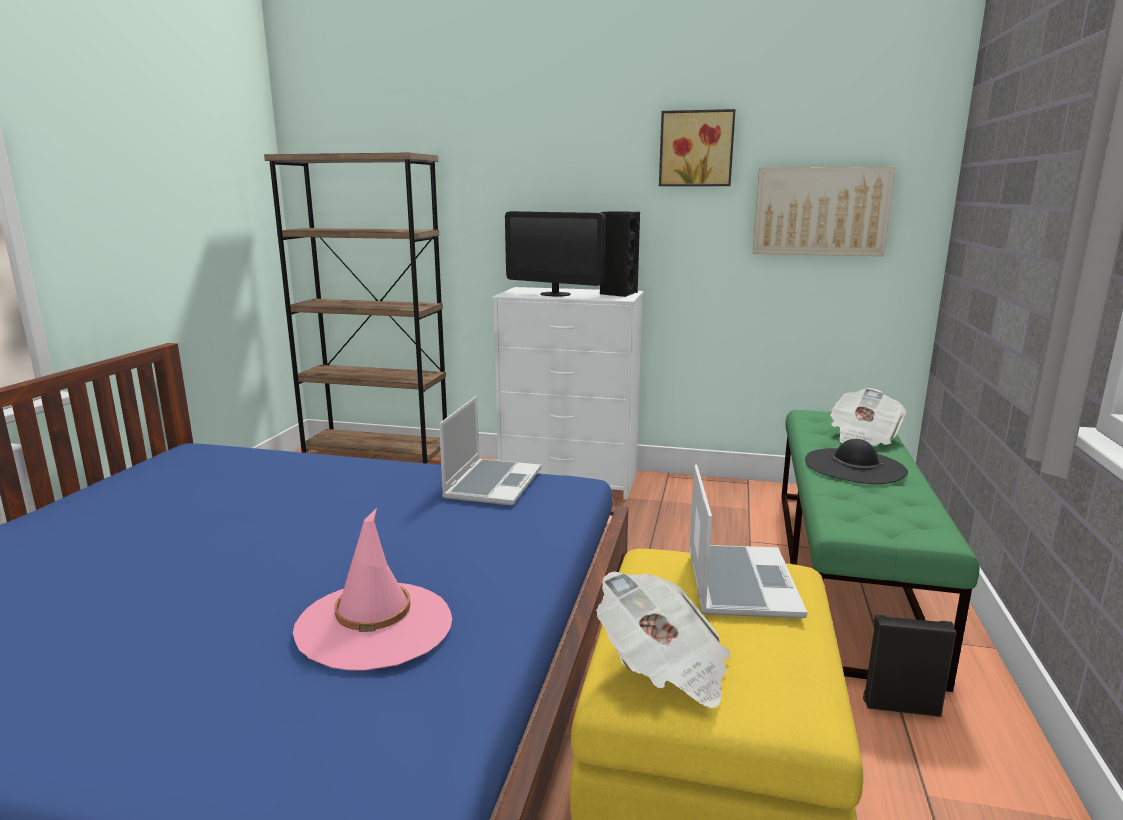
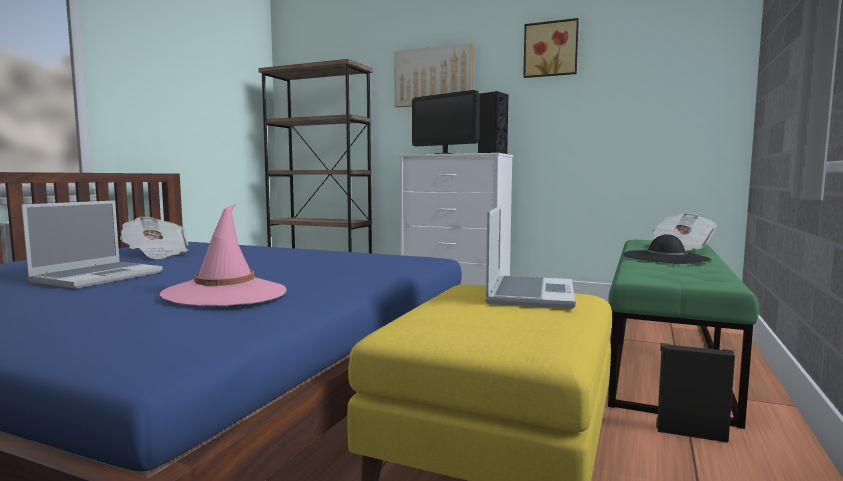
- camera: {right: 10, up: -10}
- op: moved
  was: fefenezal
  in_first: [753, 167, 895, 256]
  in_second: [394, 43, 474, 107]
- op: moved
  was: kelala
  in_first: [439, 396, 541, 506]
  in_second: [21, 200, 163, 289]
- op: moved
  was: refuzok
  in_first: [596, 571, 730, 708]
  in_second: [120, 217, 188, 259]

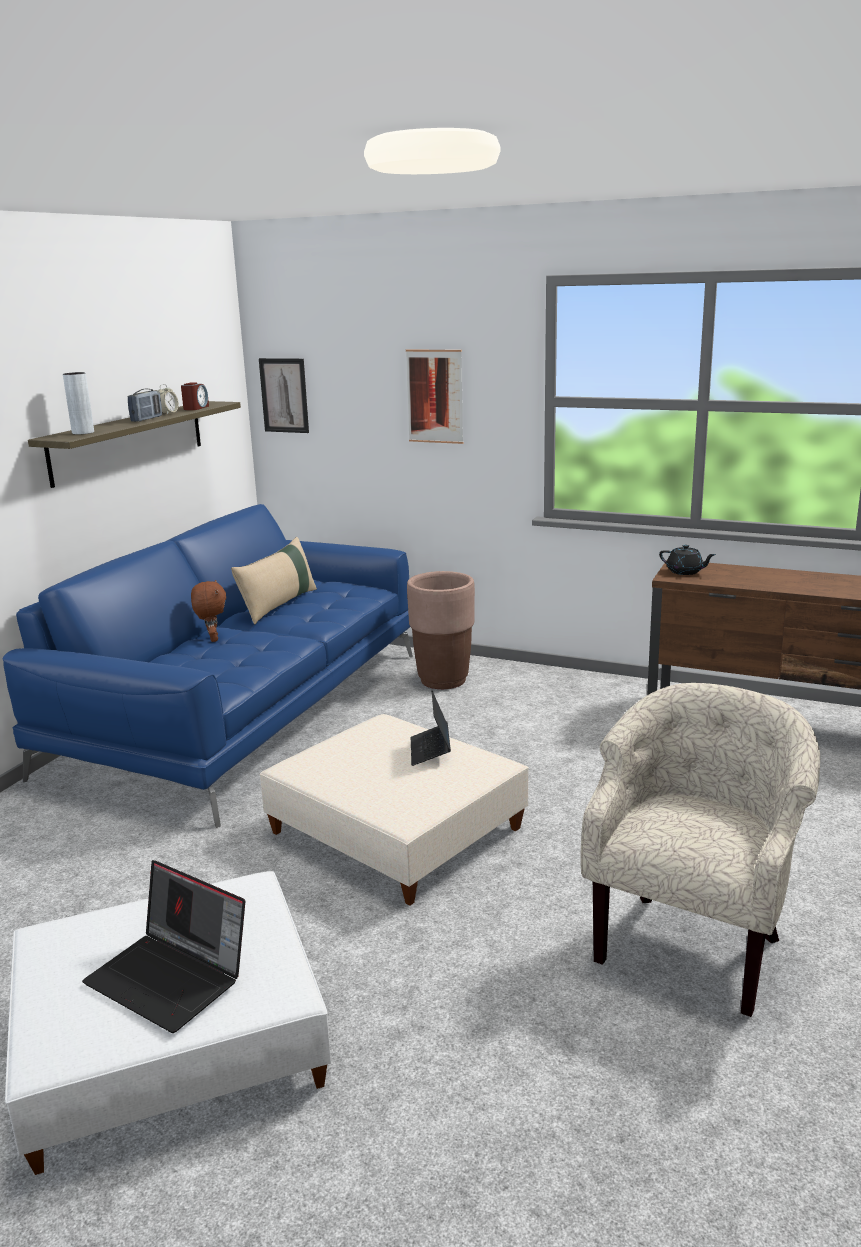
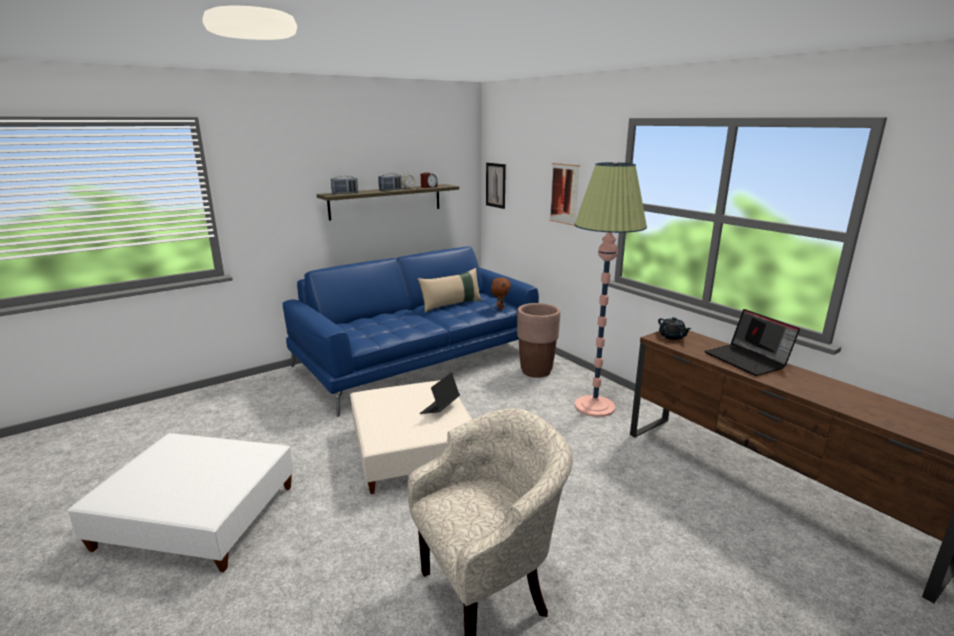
- camera: {right: 30, up: 0}
- op: replaced
  was: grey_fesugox
  now: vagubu
  in_first: [63, 372, 94, 435]
  in_second: [331, 176, 358, 194]
- op: moved
  was: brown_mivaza
  in_first: [191, 580, 226, 642]
  in_second: [491, 277, 511, 310]
- op: moved
  was: kelala
  in_first: [82, 860, 245, 1033]
  in_second: [704, 309, 800, 376]
- op: added
  now: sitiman
  in_second: [574, 162, 647, 417]

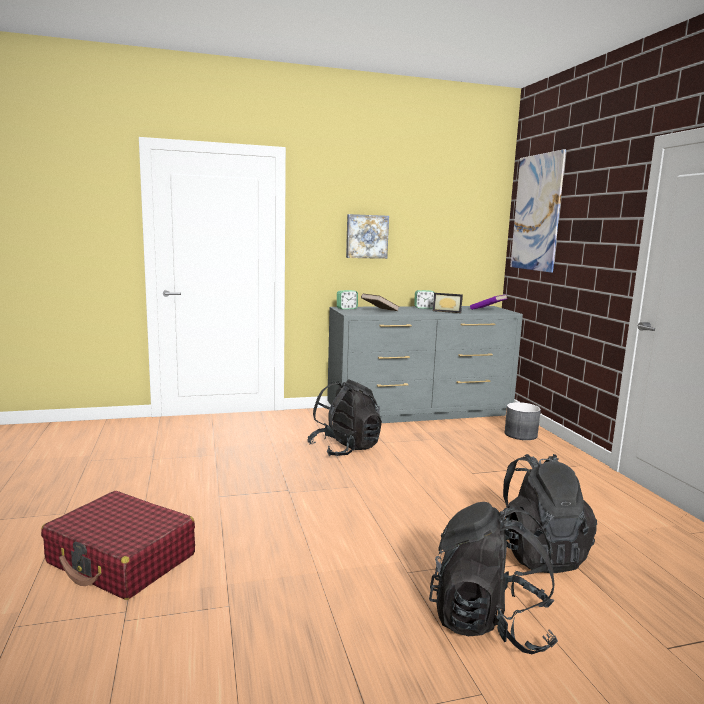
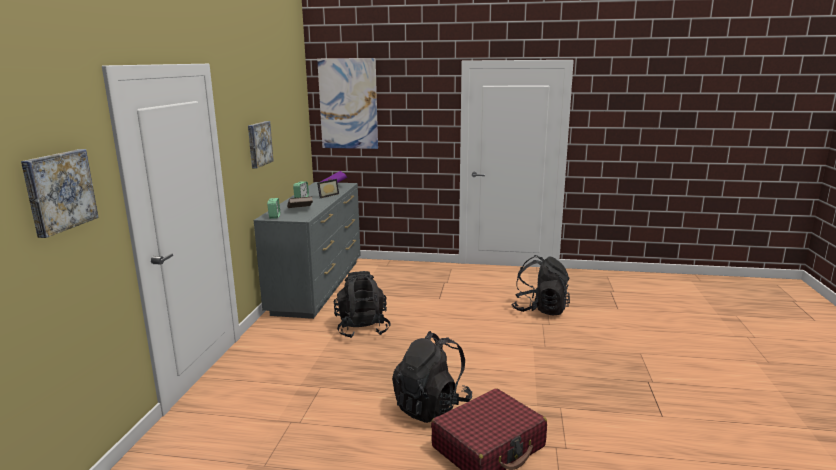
- camera: {right: -65, up: 5}
- op: removed
  was: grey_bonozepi
  in_first: [505, 402, 541, 440]
- op: moved
  was: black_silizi
  in_first: [429, 502, 558, 654]
  in_second: [392, 331, 472, 423]
- op: added
  now: fefenezal
  in_second: [21, 149, 99, 238]

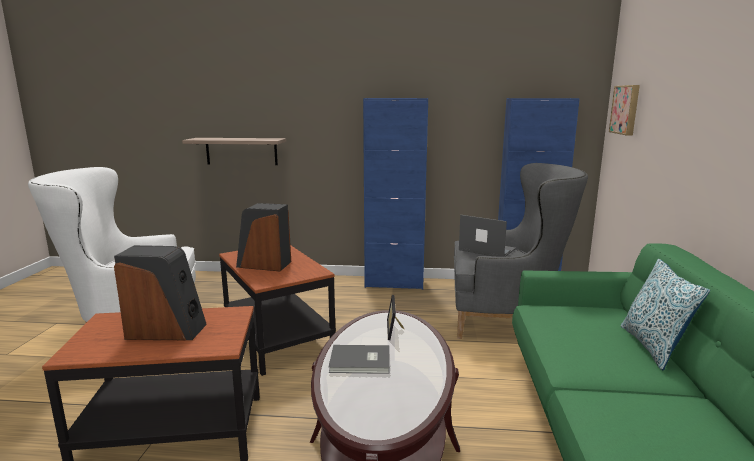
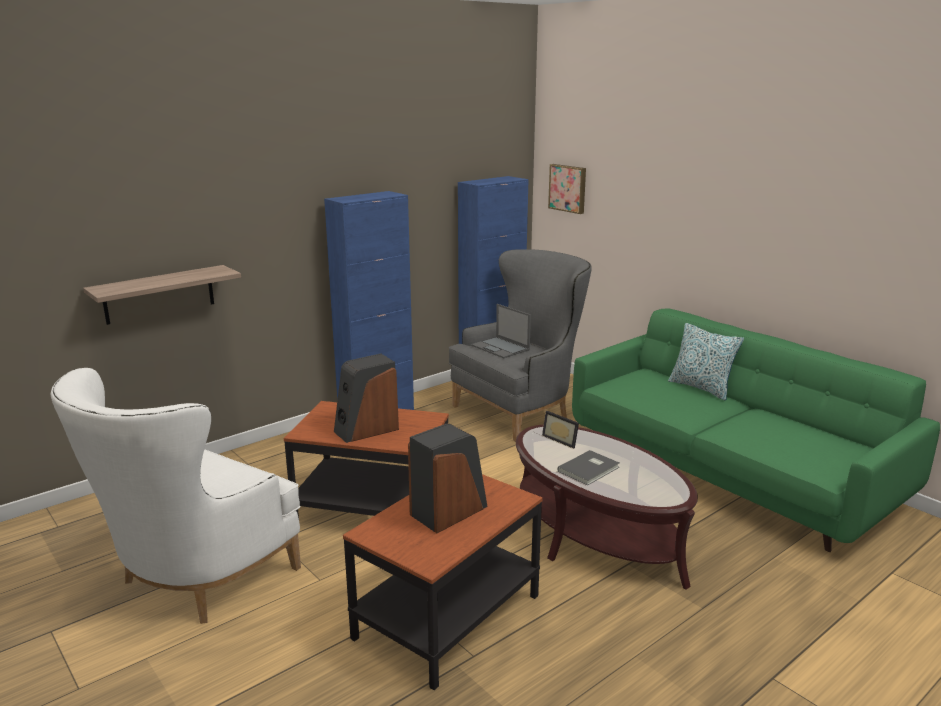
- camera: {right: -45, up: 5}
- op: turned
  was: kelala
  in_first: [459, 215, 516, 257]
  in_second: [471, 304, 531, 358]
  clockwise: -120

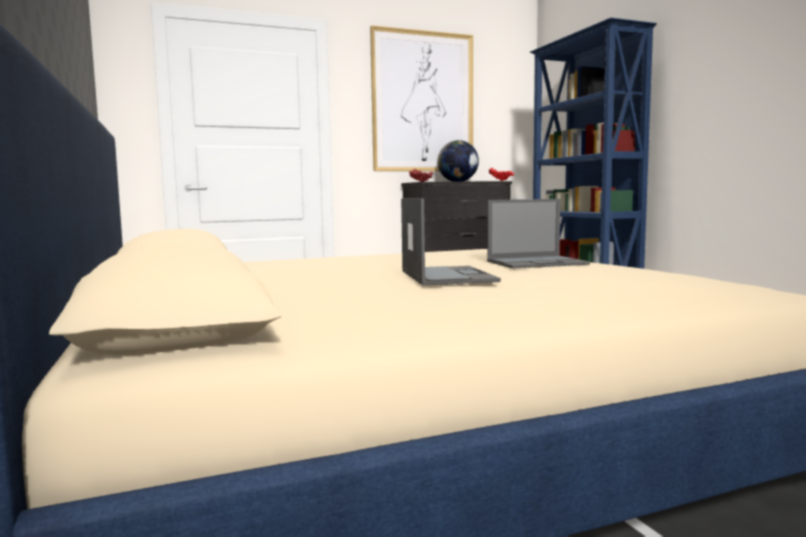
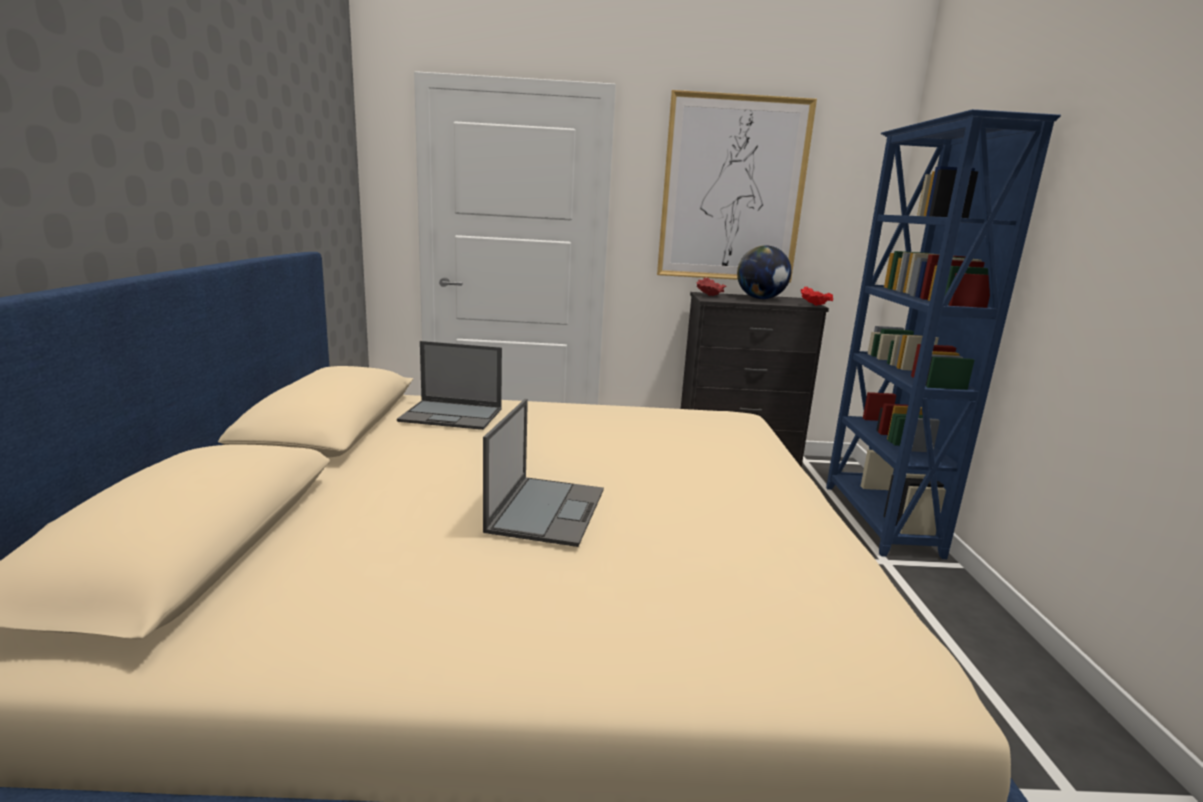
- camera: {right: 20, up: 10}
- op: moved
  was: kelala
  in_first: [487, 199, 590, 269]
  in_second: [397, 341, 502, 430]

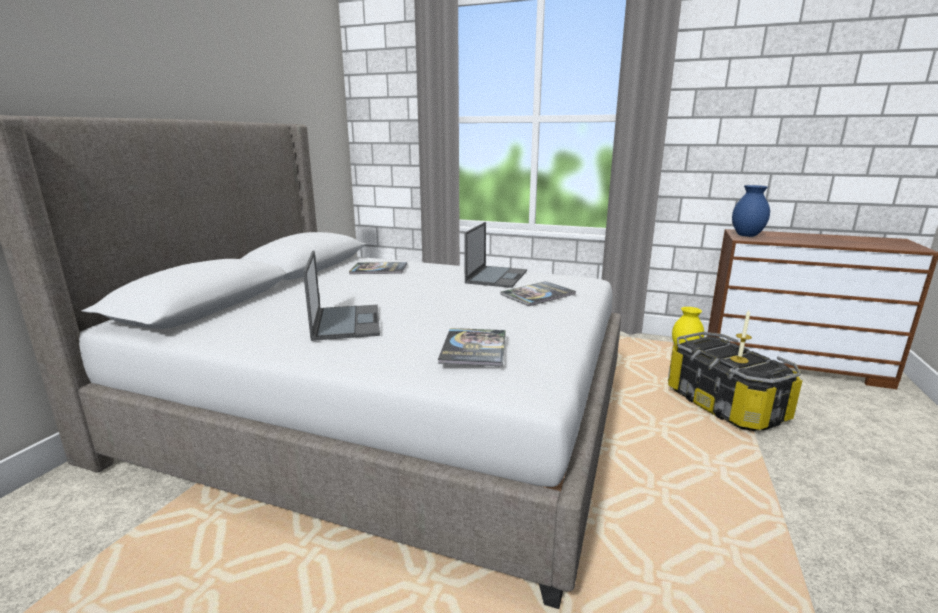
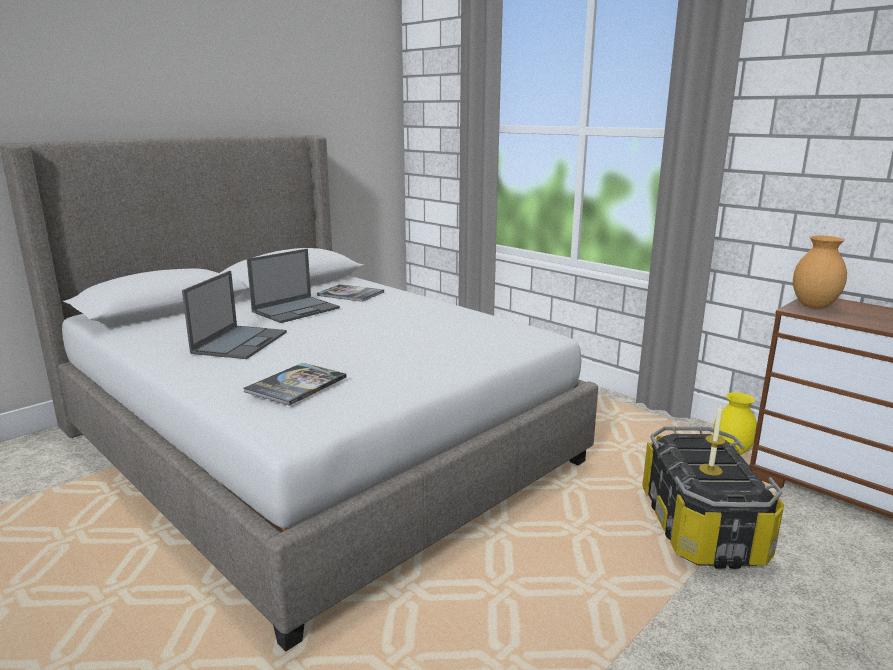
- camera: {right: 25, up: 0}
- op: recoloured
  was: blue_fesugox
  now: brown_fesugox
  in_first: [732, 185, 770, 237]
  in_second: [793, 235, 847, 309]
- op: moved
  was: kelala
  in_first: [465, 222, 527, 288]
  in_second: [247, 249, 340, 323]
- op: removed
  was: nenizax
  in_first: [501, 281, 576, 306]

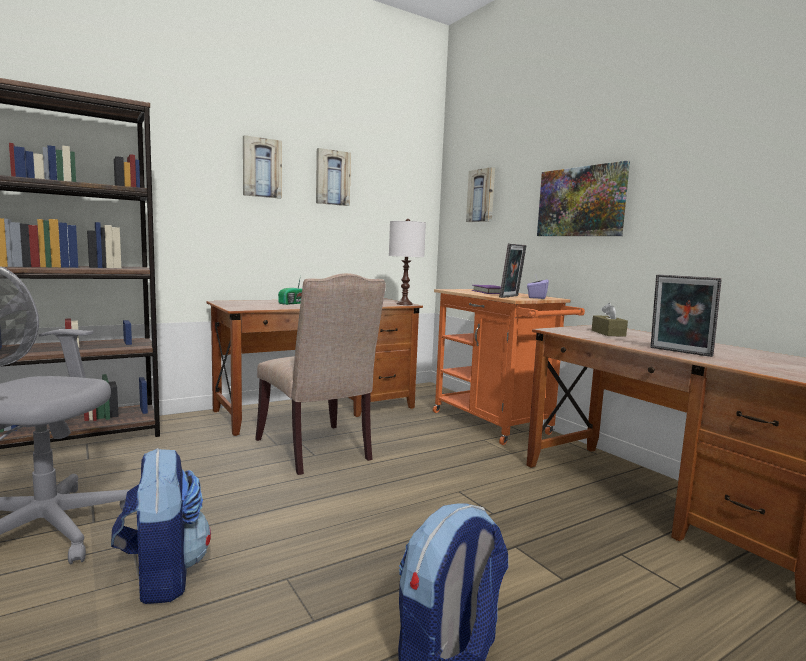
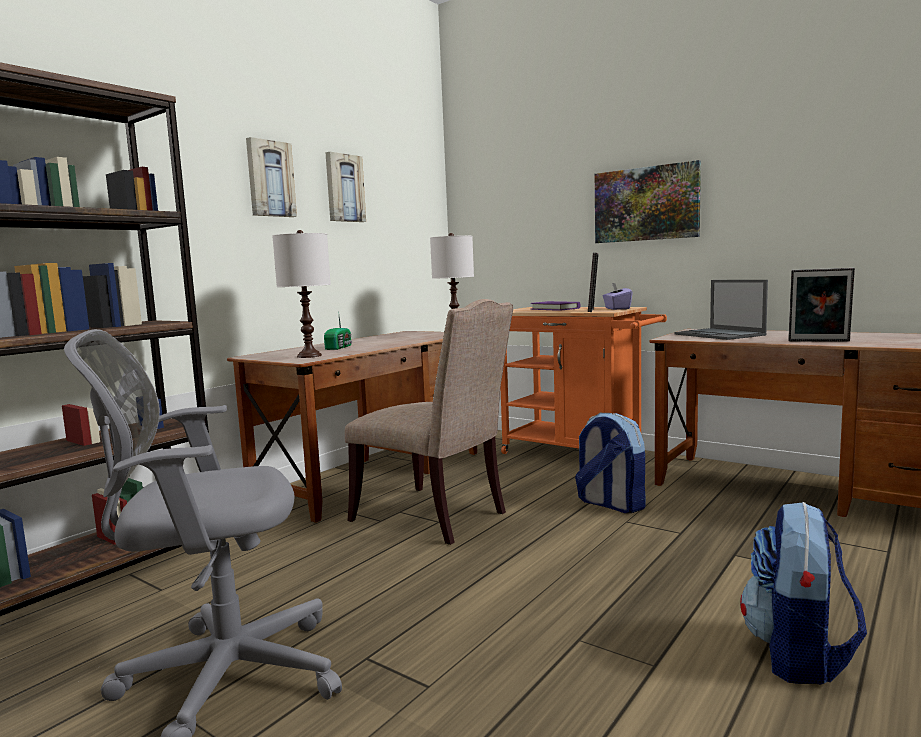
- camera: {right: -20, up: 0}
- op: removed
  was: fefenezal
  in_first: [466, 167, 495, 222]
- op: replaced
  was: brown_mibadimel
  now: kelala
  in_first: [592, 303, 628, 337]
  in_second: [675, 280, 768, 340]
- op: moved
  was: silizi
  in_first: [111, 448, 211, 604]
  in_second: [575, 413, 646, 513]
- op: added
  now: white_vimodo
  in_second: [272, 230, 331, 358]

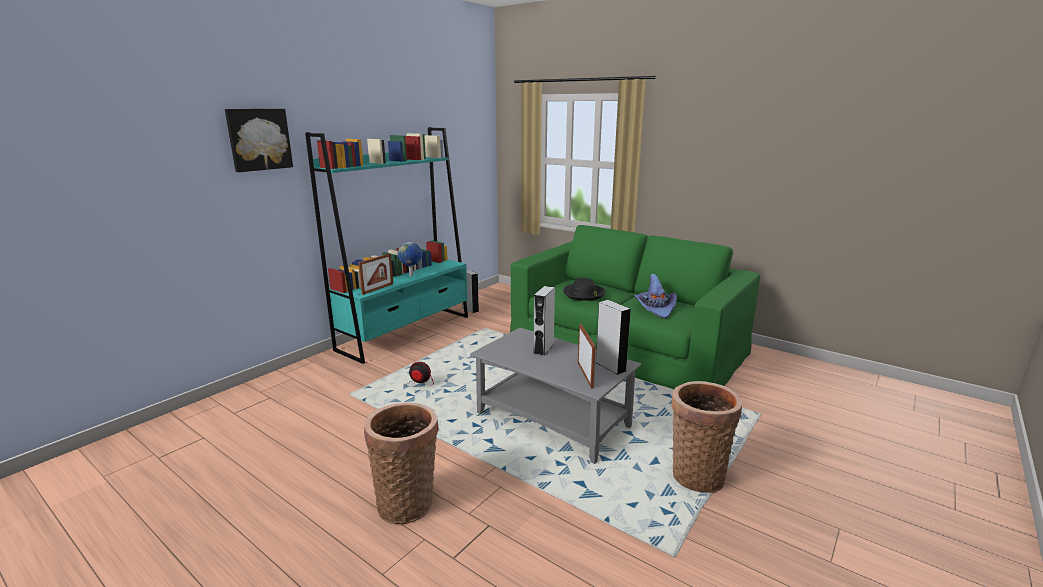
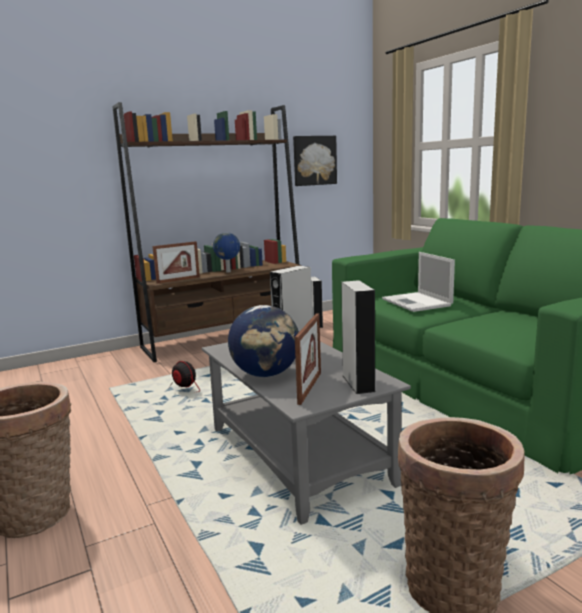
- camera: {right: 25, up: -5}
- op: moved
  was: fefenezal
  in_first: [225, 109, 293, 172]
  in_second: [293, 136, 337, 186]
- op: recoloured
  was: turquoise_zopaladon
  now: brown_zopaladon
  in_first: [305, 127, 468, 364]
  in_second: [112, 102, 302, 362]
- op: removed
  was: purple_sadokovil
  in_first: [634, 274, 677, 319]
- op: replaced
  was: black_sadokovil
  now: kelala
  in_first: [563, 278, 605, 301]
  in_second: [382, 252, 455, 312]
- op: added
  now: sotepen
  in_second: [228, 305, 299, 377]

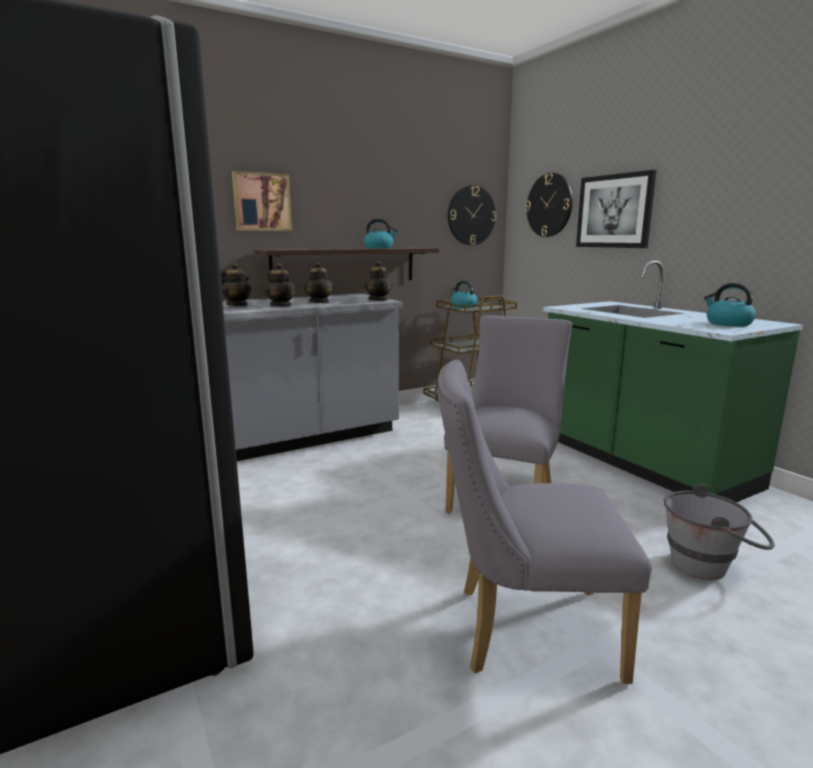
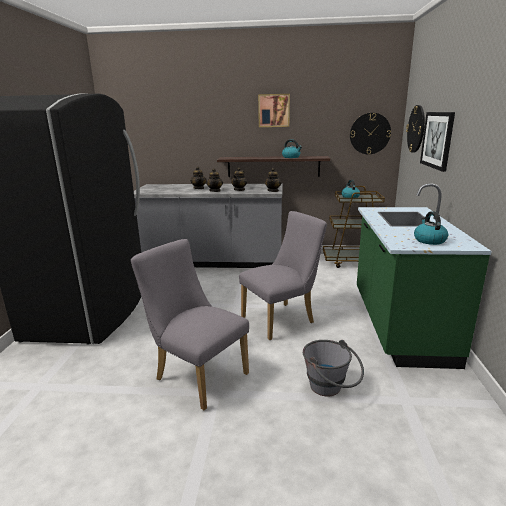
- camera: {right: 35, up: 5}
- op: moved
  was: fefenezal
  in_first: [232, 171, 292, 231]
  in_second: [258, 94, 290, 127]

